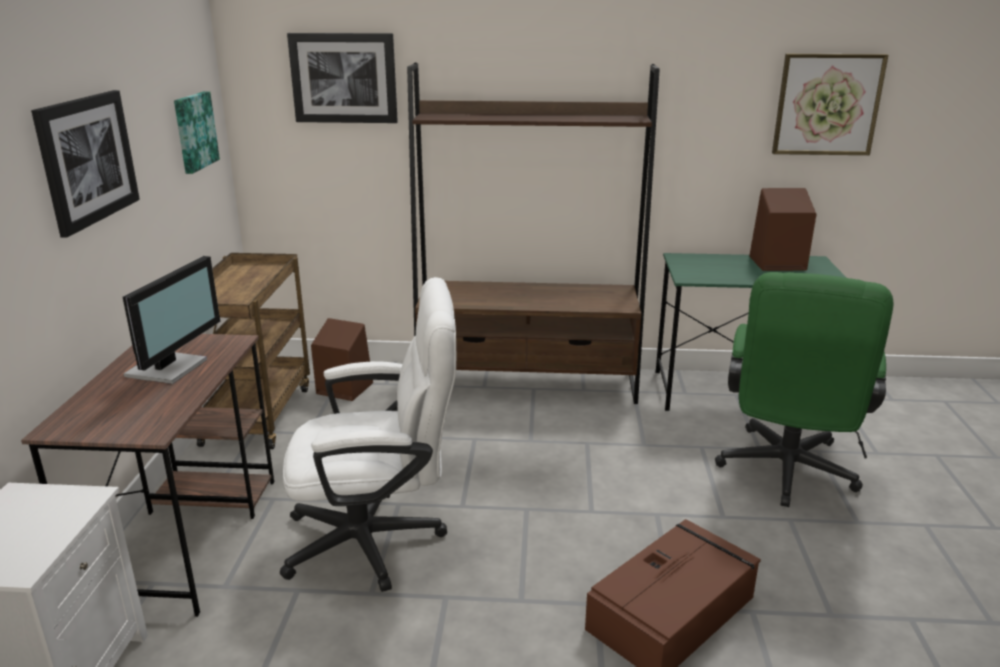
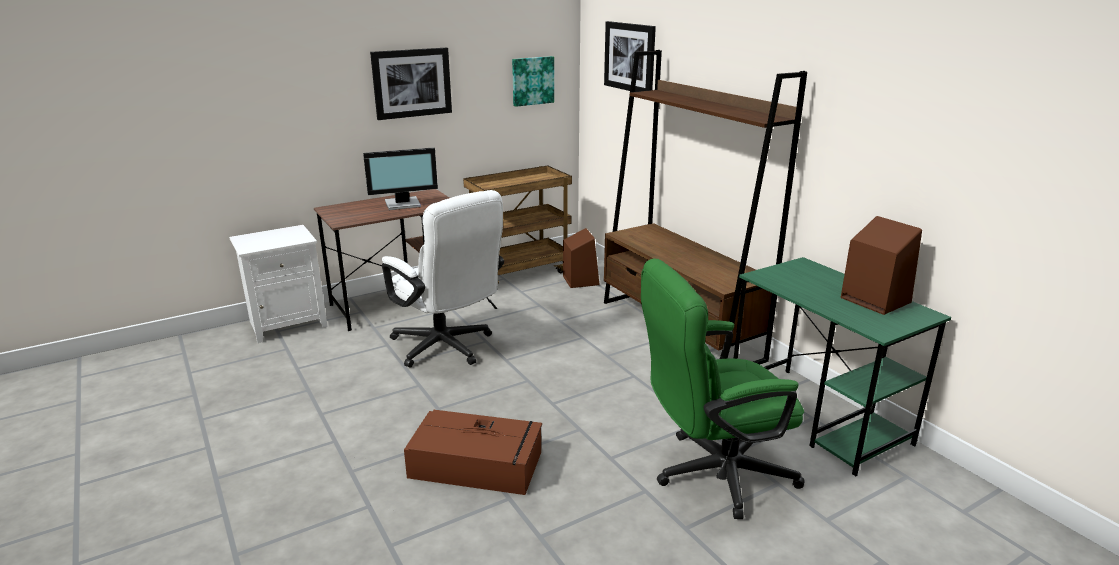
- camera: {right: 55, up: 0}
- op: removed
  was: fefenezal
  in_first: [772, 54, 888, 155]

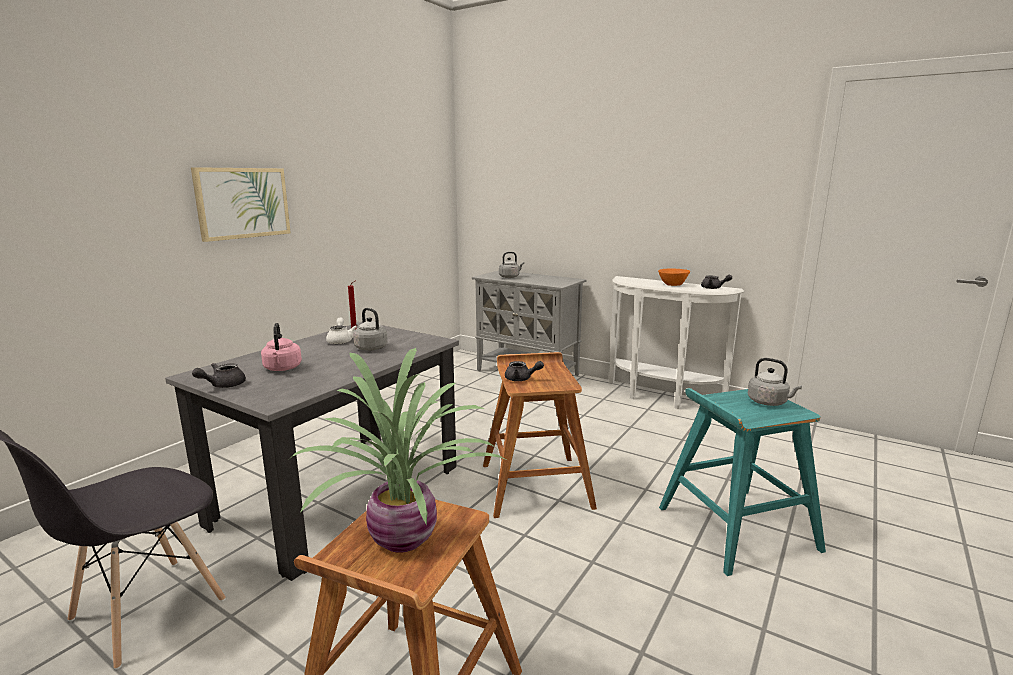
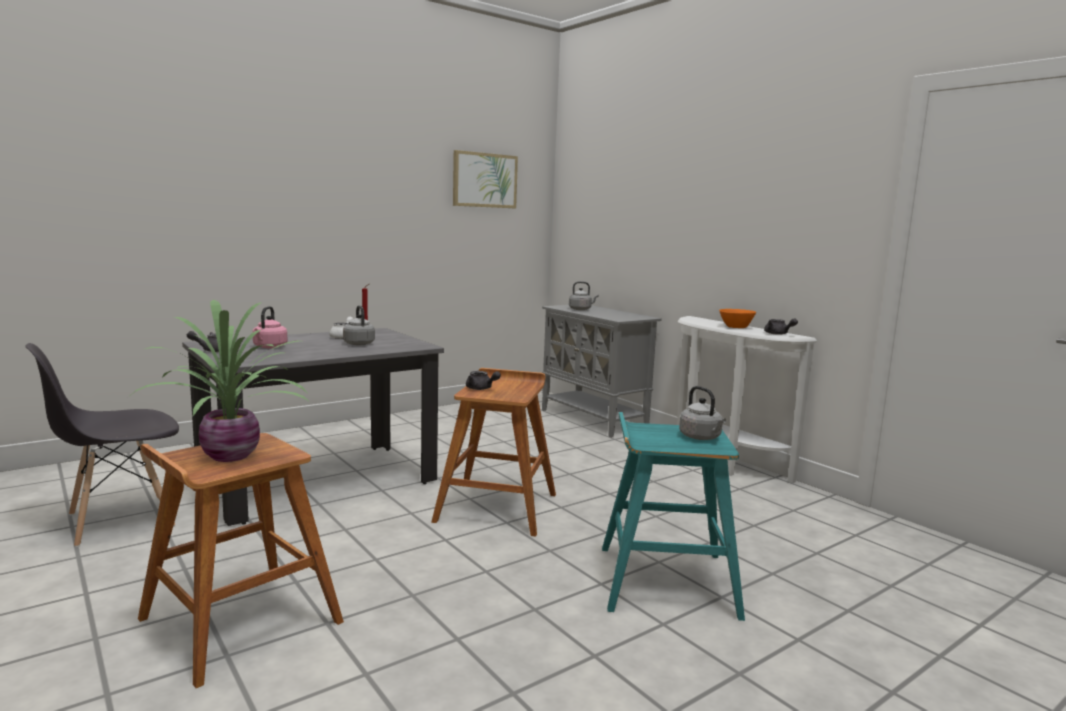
- camera: {right: 20, up: -5}
- op: moved
  was: fefenezal
  in_first: [191, 167, 291, 242]
  in_second: [453, 150, 518, 208]

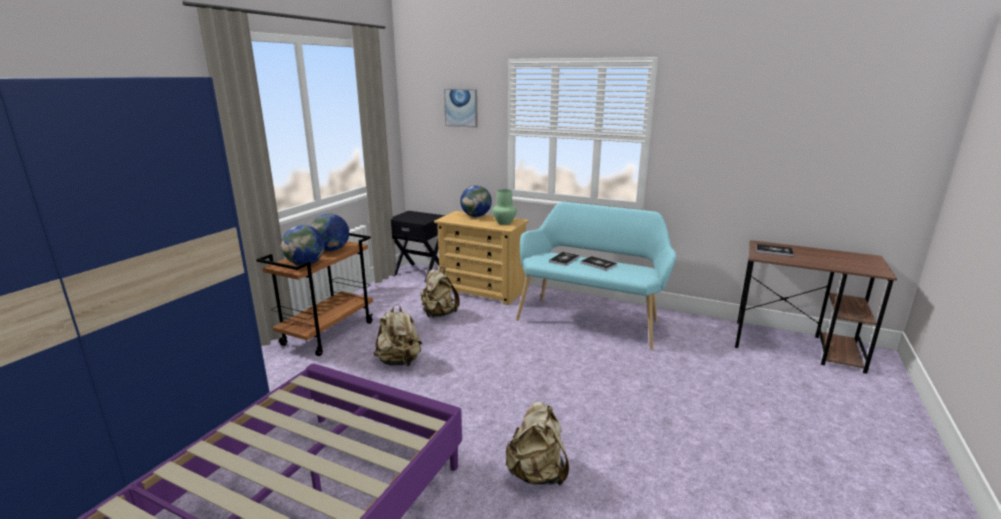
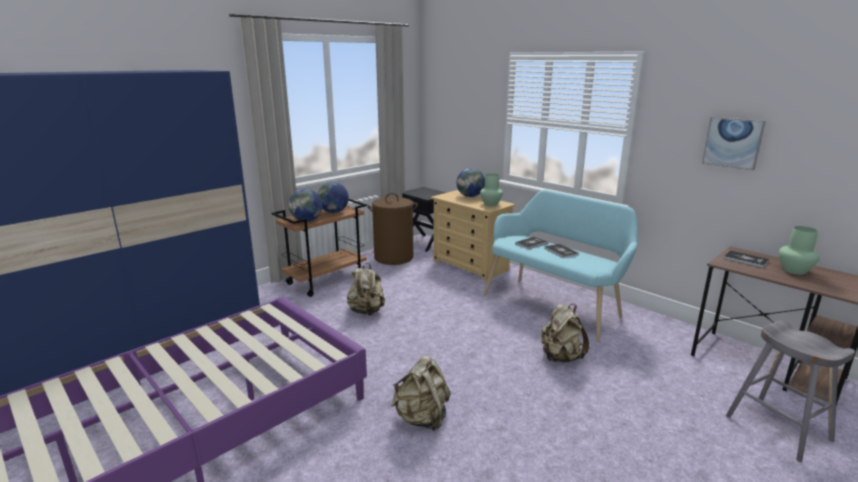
- camera: {right: 20, up: 0}
- op: moved
  was: fefenezal
  in_first: [444, 89, 478, 128]
  in_second: [702, 117, 765, 171]
- op: moved
  was: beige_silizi
  in_first: [420, 267, 460, 318]
  in_second: [541, 304, 589, 363]
- op: added
  now: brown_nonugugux
  in_second: [367, 193, 418, 265]
- op: added
  now: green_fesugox
  in_second: [779, 226, 820, 275]
- op: added
  now: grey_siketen
  in_second: [726, 321, 855, 462]

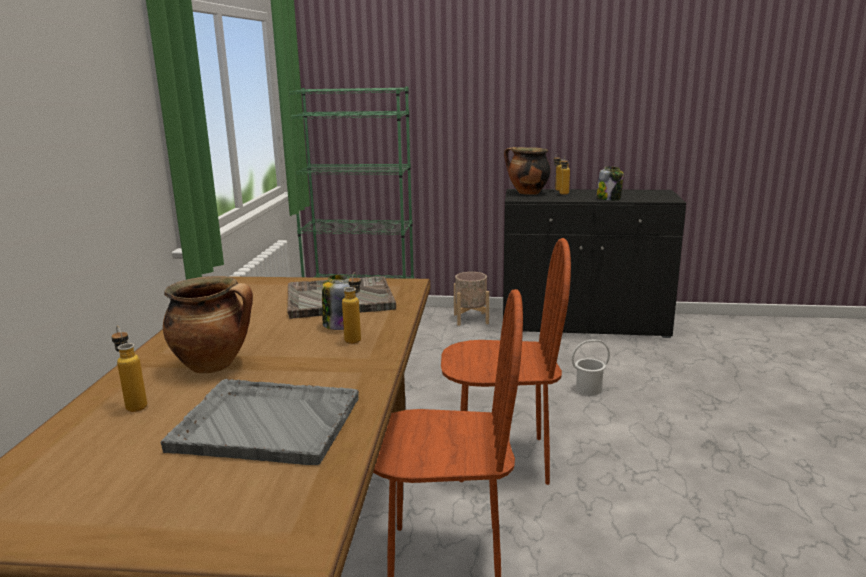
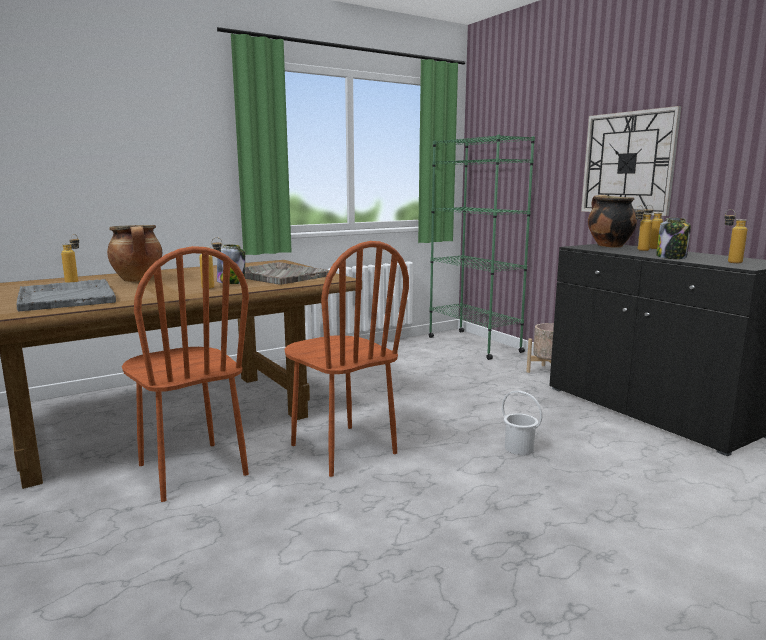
- camera: {right: 50, up: -5}
- op: added
  now: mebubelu
  in_second: [581, 106, 681, 216]
- op: added
  now: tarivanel
  in_second: [724, 209, 747, 263]

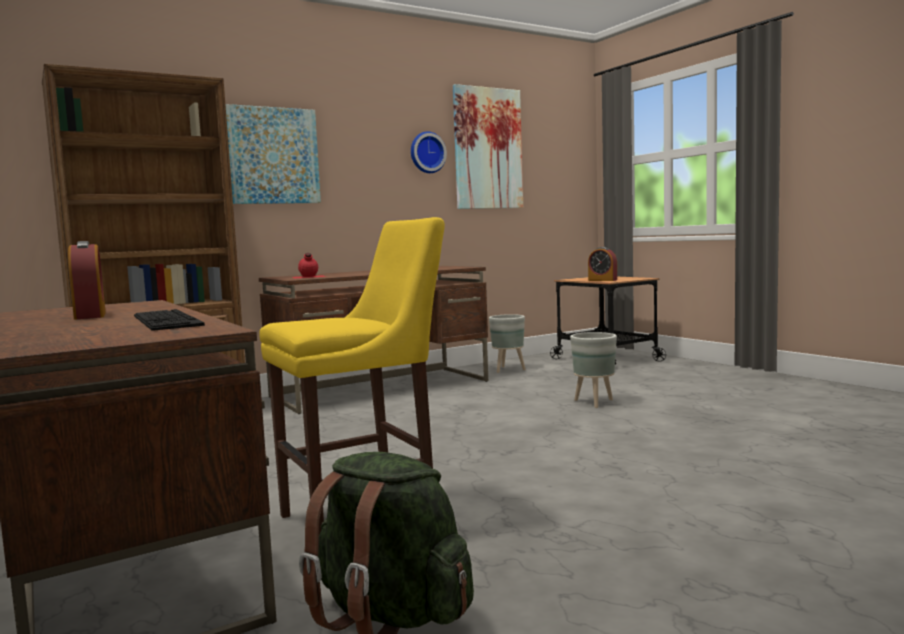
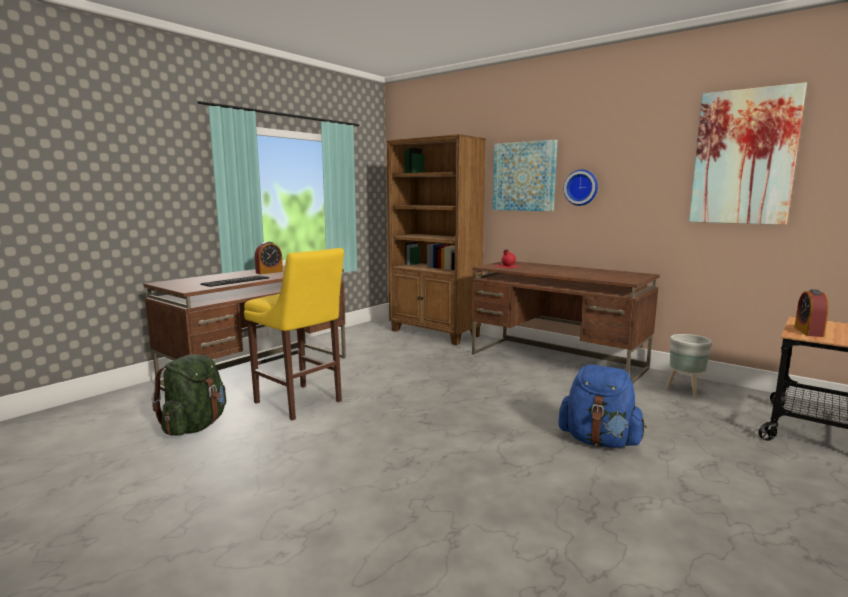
- camera: {right: 70, up: 5}
- op: moved
  was: mebubelu
  in_first: [411, 132, 447, 173]
  in_second: [564, 170, 598, 206]
- op: replaced
  was: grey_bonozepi
  now: blue_silizi
  in_first: [570, 332, 617, 408]
  in_second: [558, 365, 647, 448]

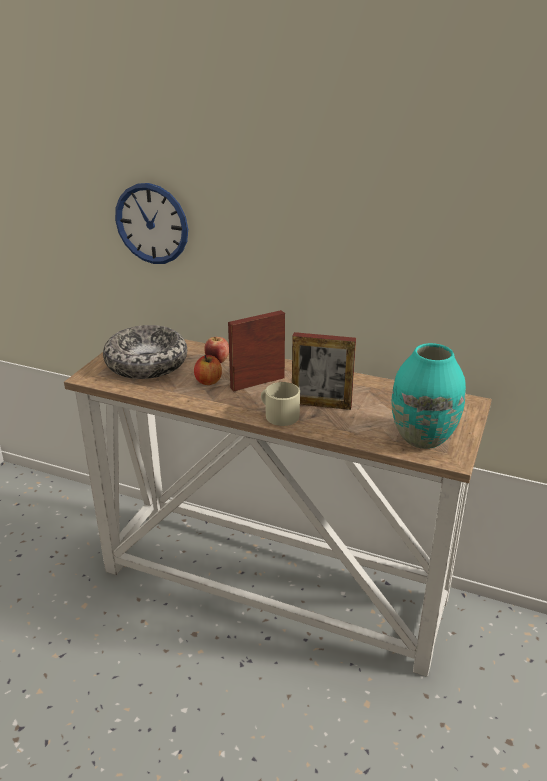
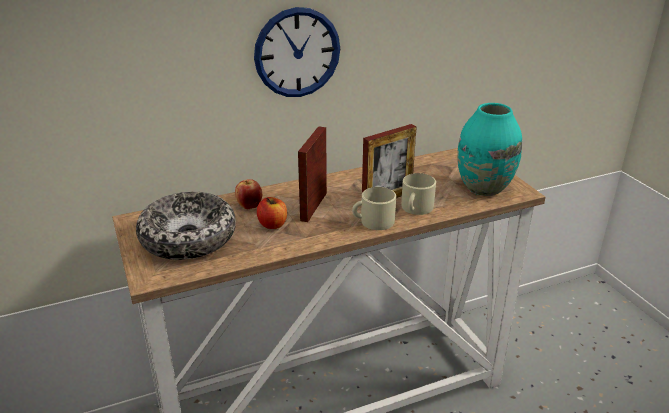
- camera: {right: -45, up: 0}
- op: moved
  was: mebubelu
  in_first: [115, 183, 188, 264]
  in_second: [254, 7, 340, 97]
- op: added
  now: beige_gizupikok
  in_second: [401, 173, 436, 215]

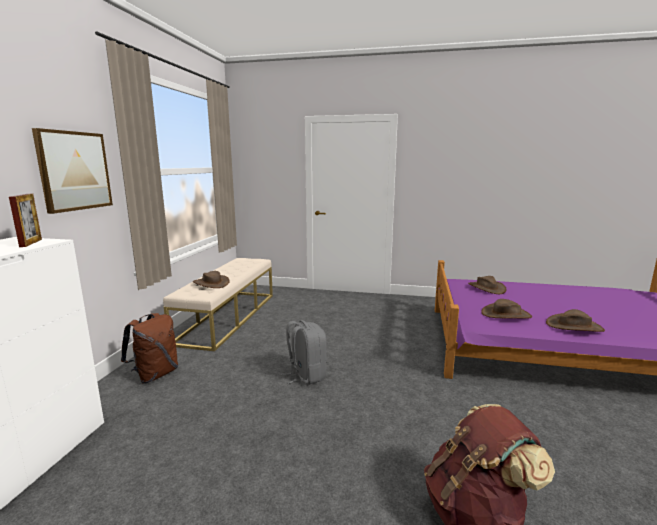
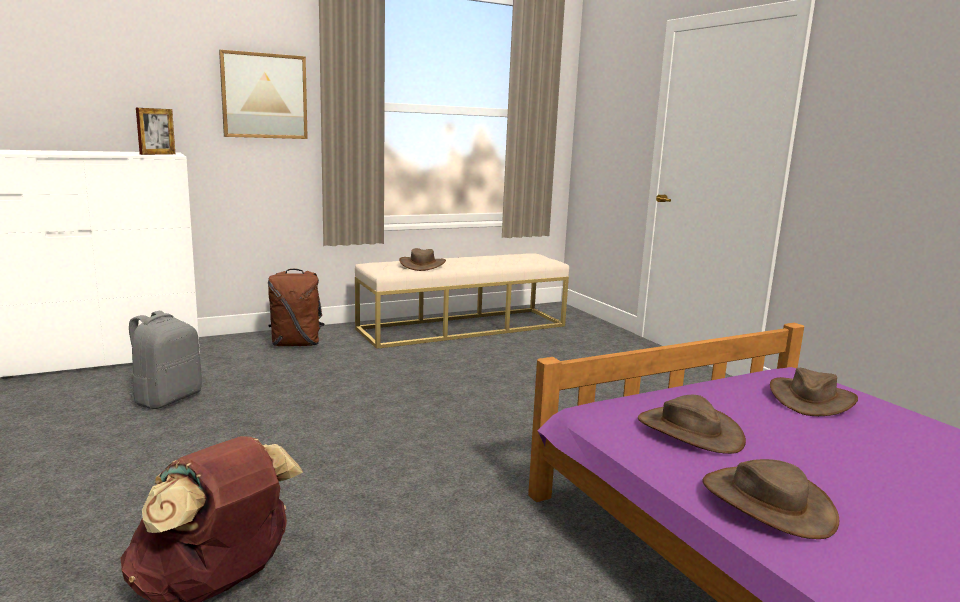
- camera: {right: 50, up: 0}
- op: moved
  was: grey_silizi
  in_first: [281, 320, 327, 385]
  in_second: [129, 311, 202, 409]

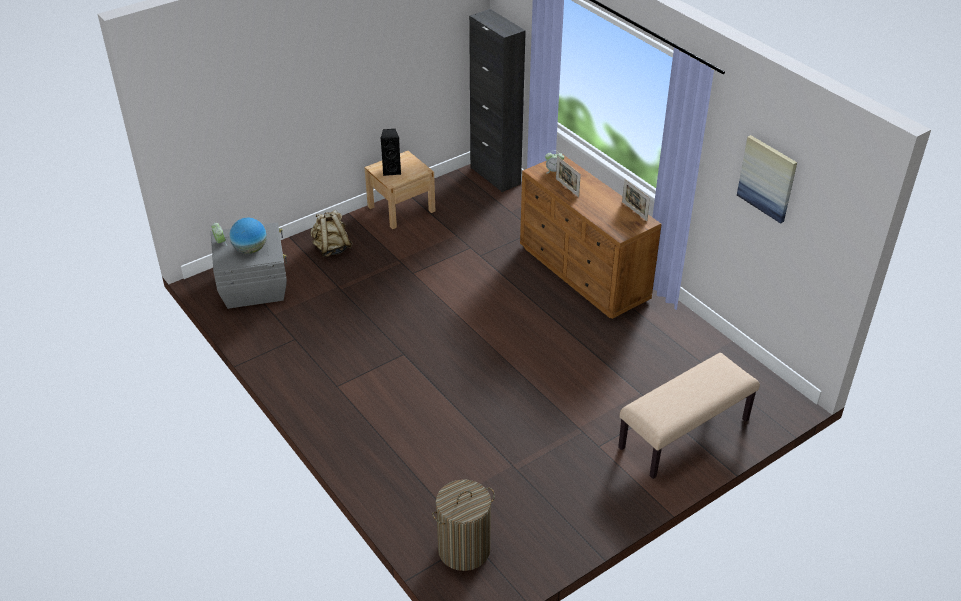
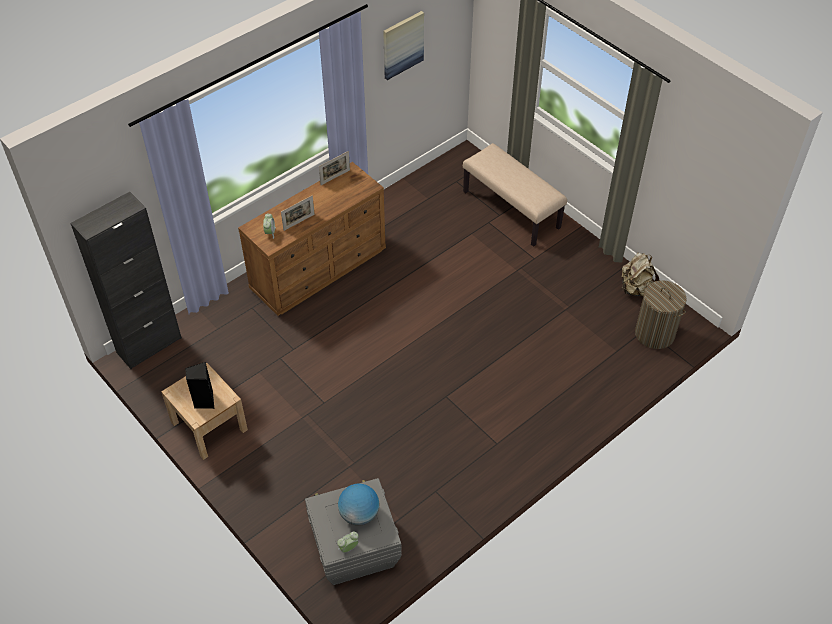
- camera: {right: -95, up: 10}
- op: moved
  was: beige_silizi
  in_first: [310, 210, 353, 257]
  in_second: [622, 253, 660, 296]

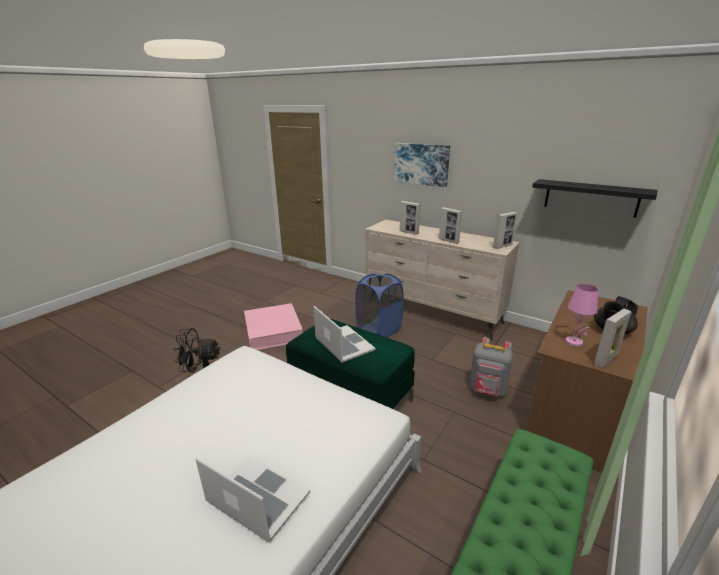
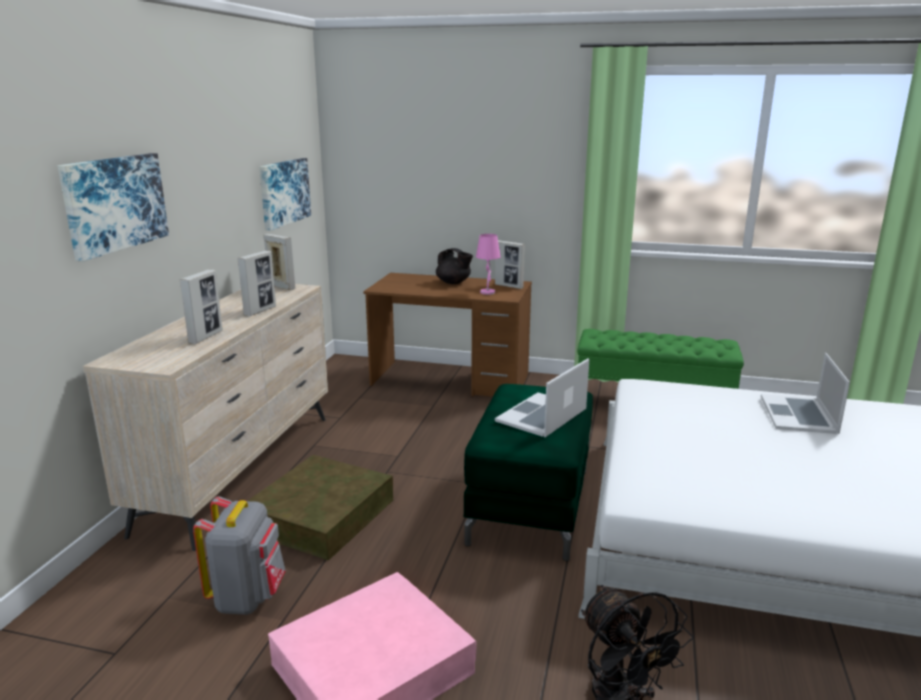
- camera: {right: -110, up: -5}
- op: replaced
  was: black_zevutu
  now: fefenezal
  in_first: [532, 179, 657, 218]
  in_second: [259, 158, 311, 231]
- op: replaced
  was: blue_nonugugux
  now: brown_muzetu
  in_first: [355, 274, 404, 338]
  in_second: [248, 455, 393, 560]
- op: moved
  was: grey_silizi
  in_first: [469, 337, 513, 398]
  in_second: [193, 496, 286, 615]

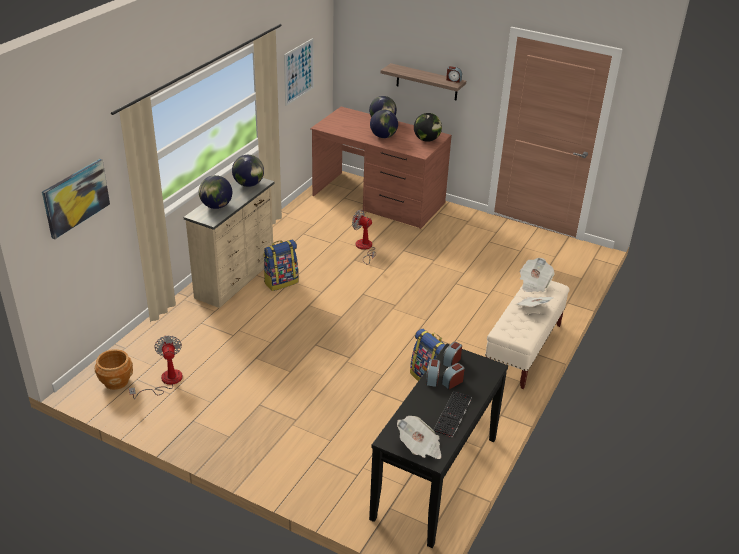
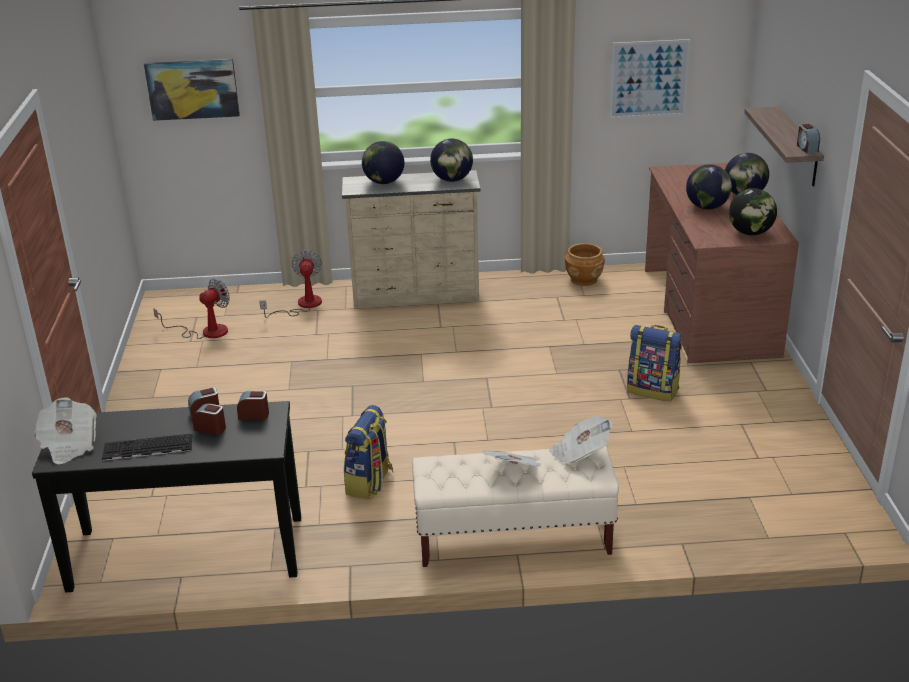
- camera: {right: 60, up: -5}
- op: moved
  was: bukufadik
  in_first: [352, 209, 376, 265]
  in_second: [259, 250, 322, 318]
- op: moved
  was: silizi
  in_first: [263, 240, 299, 291]
  in_second: [627, 325, 682, 401]
- op: moved
  was: brown_bonozepi
  in_first: [95, 349, 133, 390]
  in_second: [565, 243, 605, 286]

